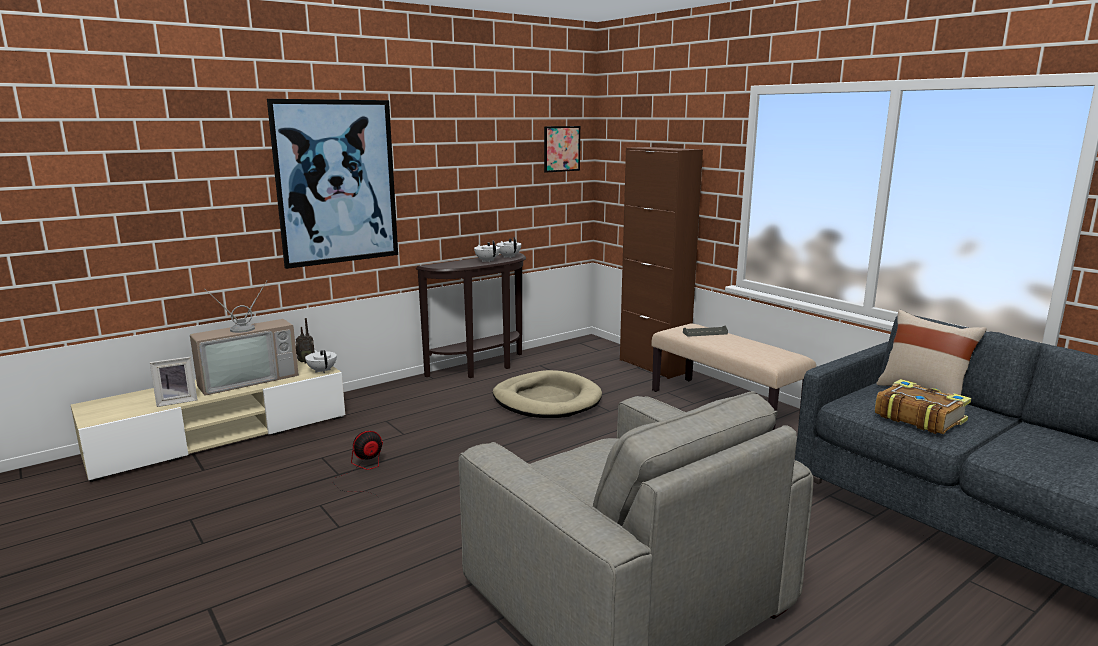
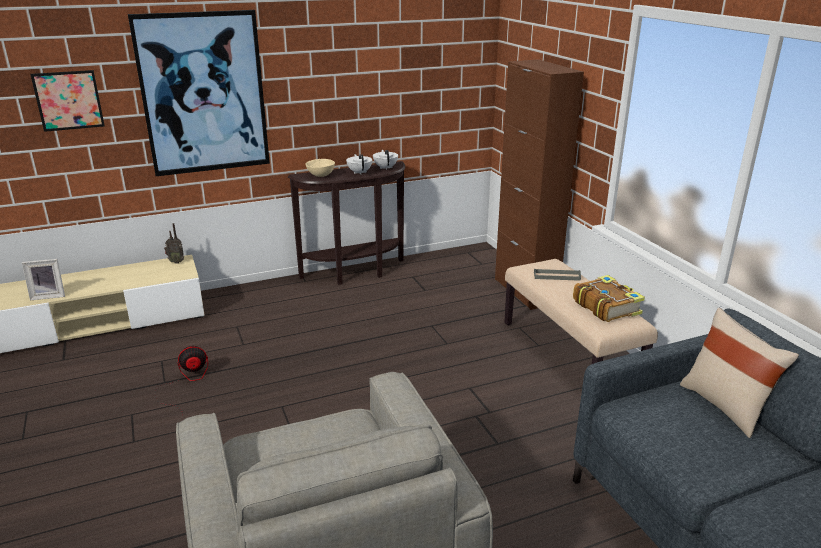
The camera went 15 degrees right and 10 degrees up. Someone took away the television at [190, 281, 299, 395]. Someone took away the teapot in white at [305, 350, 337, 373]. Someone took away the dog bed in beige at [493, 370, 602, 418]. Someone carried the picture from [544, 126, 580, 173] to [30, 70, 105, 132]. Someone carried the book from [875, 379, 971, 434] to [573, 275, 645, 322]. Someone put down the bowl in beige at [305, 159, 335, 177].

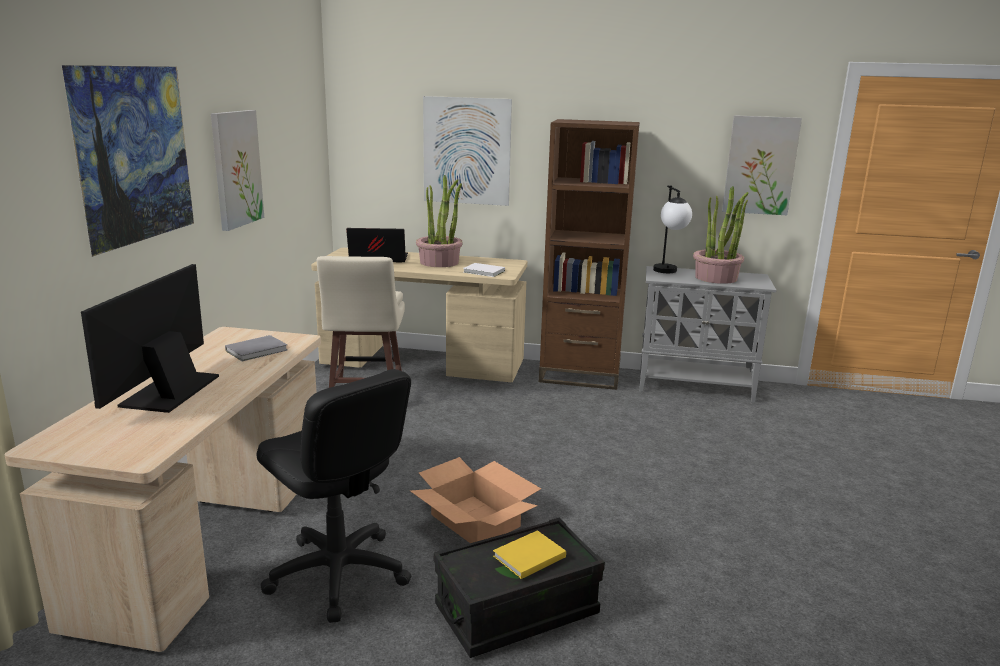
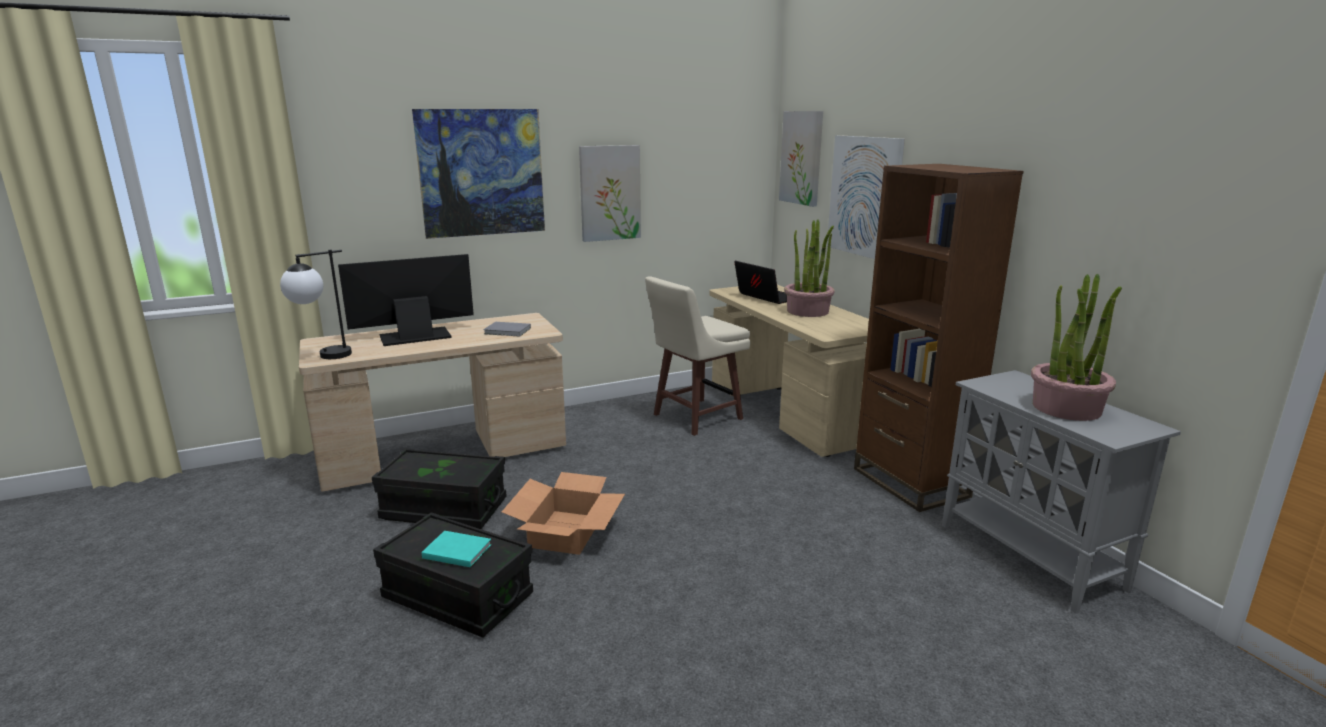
The camera went 55 degrees right and 0 degrees up. Someone swapped the office chair in black at [257, 369, 411, 623] for the storage box in black at [372, 448, 506, 529]. Someone took away the book in white at [463, 263, 505, 277]. Someone repainted the book in yellow at [493, 530, 566, 579], which became the book in turquoise at [421, 531, 492, 567]. Someone carried the table lamp from [653, 185, 692, 273] to [280, 250, 352, 359]. Someone carried the picture from [722, 115, 802, 215] to [779, 111, 823, 207].

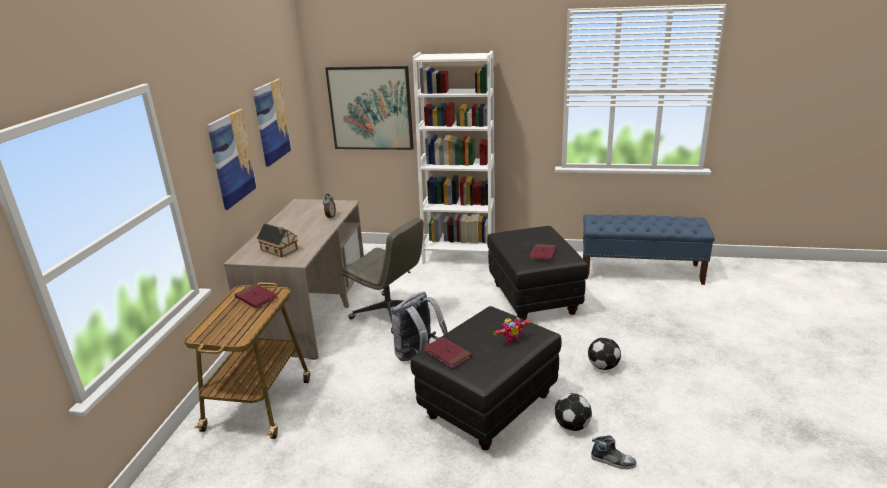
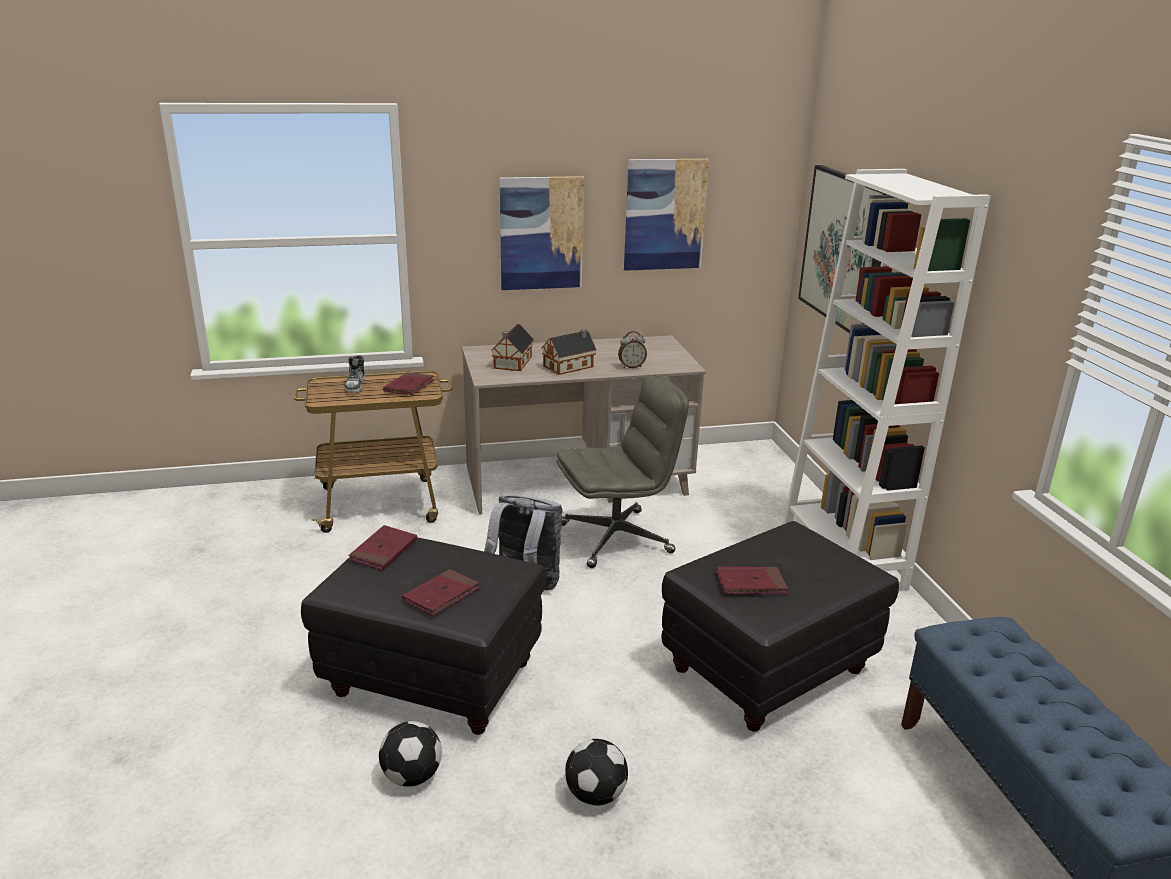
The camera went 65 degrees right and 0 degrees up. Someone rotated the office chair in grey at [342, 218, 424, 334] by 120 degrees counterclockwise. Someone swapped the toy robot at [493, 317, 531, 344] for the book in red at [402, 569, 480, 616]. Someone carried the shoe from [591, 435, 636, 469] to [344, 355, 365, 393]. Someone put down the toy house at [541, 329, 597, 375].

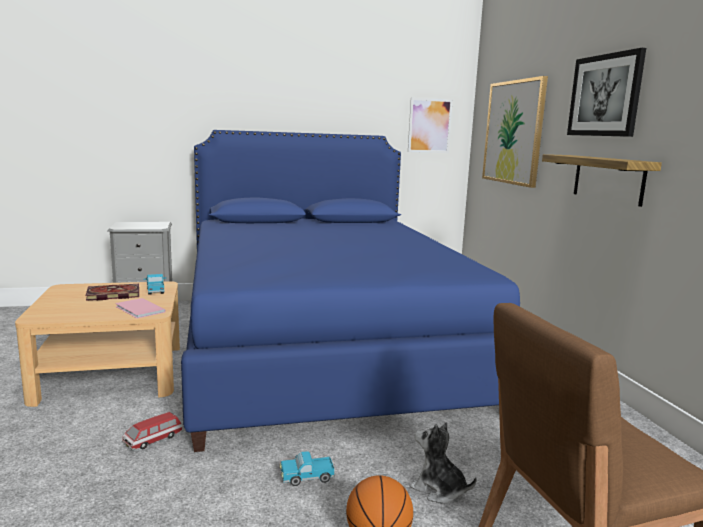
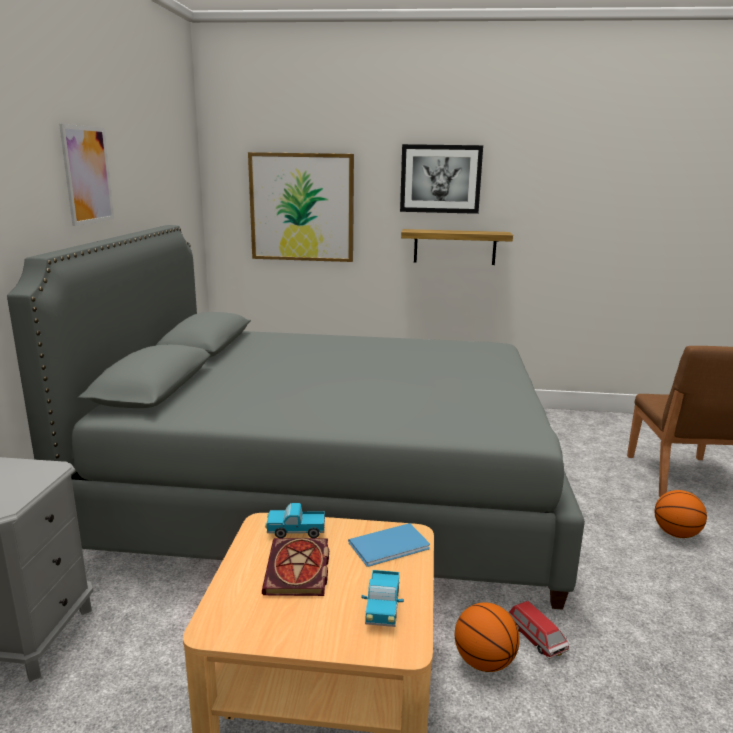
The camera went 70 degrees left and 5 degrees up. Someone repainted the book in pink at [115, 298, 166, 318], which became the book in blue at [348, 523, 430, 567]. Someone repainted the bed in blue at [181, 130, 520, 452], which became the bed in grey at [7, 225, 585, 610]. Someone carried the toy truck from [280, 451, 335, 486] to [361, 570, 404, 627]. Someone carried the picture from [408, 97, 453, 153] to [59, 124, 114, 226]. Someone took away the plush toy at [410, 422, 477, 503]. Someone put down the basketball at [455, 602, 520, 672].

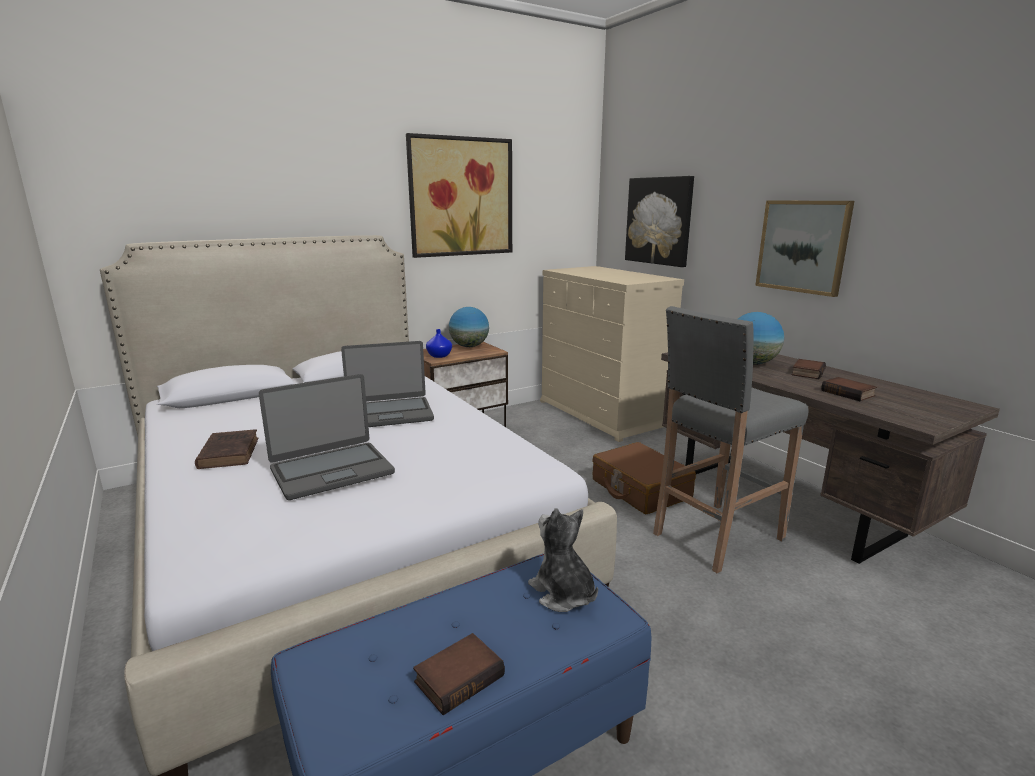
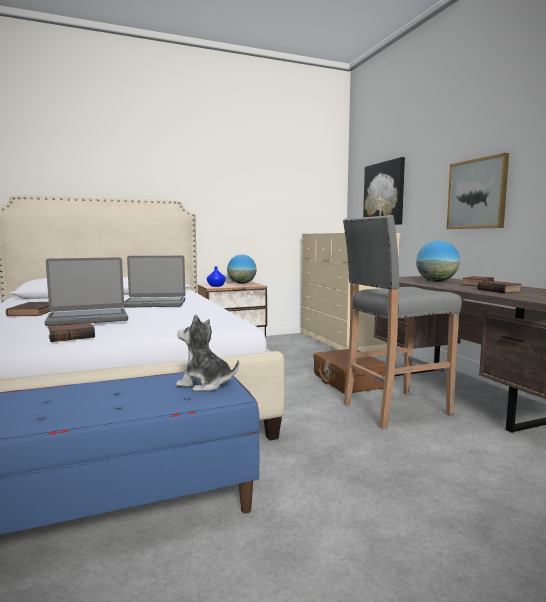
The camera went 10 degrees right and 10 degrees down. Someone took away the picture at [406, 133, 512, 258]. Someone carried the book from [413, 633, 505, 715] to [48, 323, 95, 342]. Someone rotated the plush toy at [528, 508, 598, 612] by 45 degrees counterclockwise.

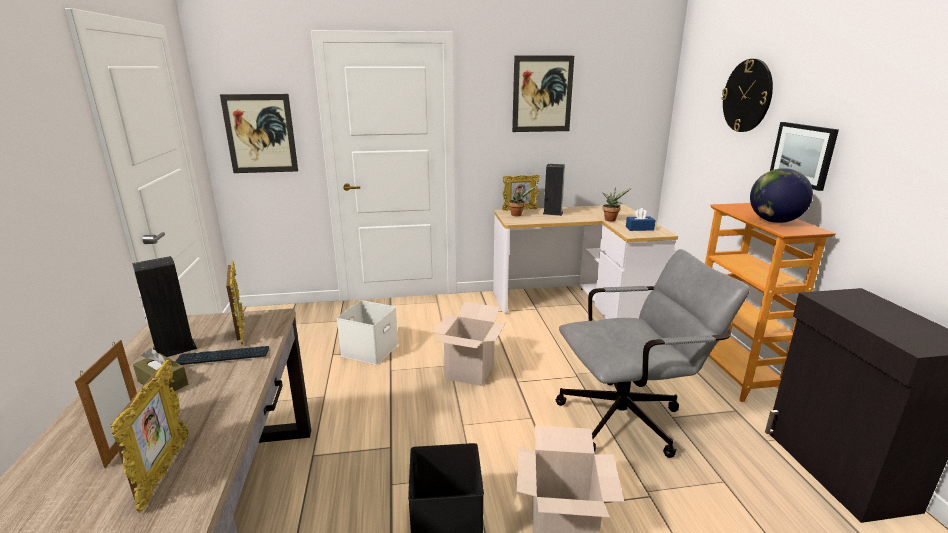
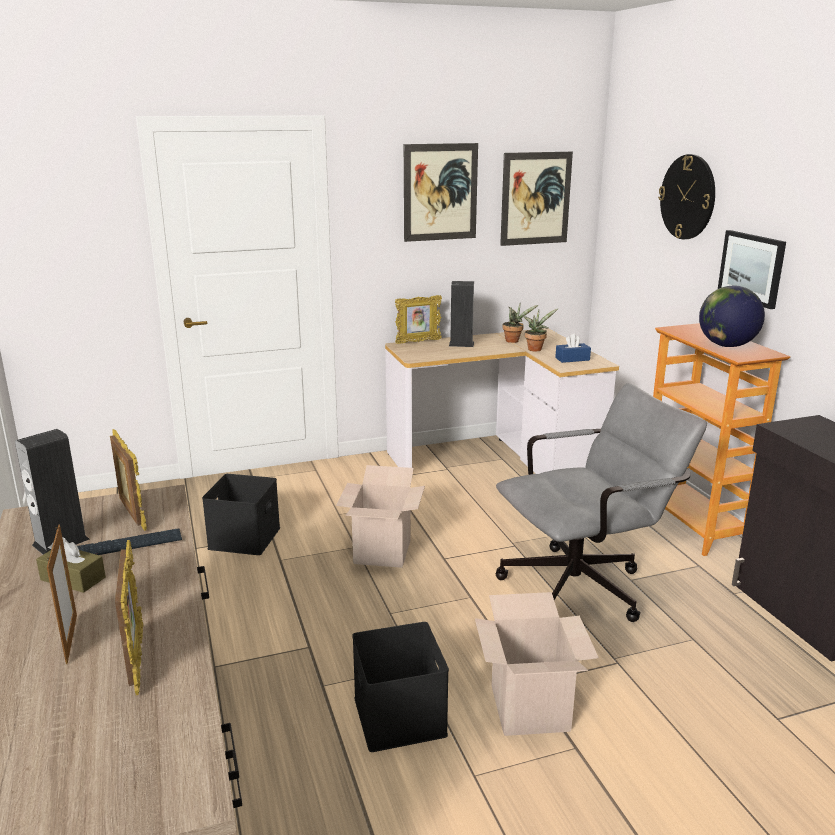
The camera went 10 degrees left and 0 degrees up. Someone carried the picture from [220, 94, 298, 173] to [500, 152, 573, 246]. Someone repainted the storage box in white at [337, 300, 399, 365], which became the storage box in black at [202, 474, 280, 555]. Someone carried the potted plant from [509, 186, 536, 216] to [502, 304, 538, 343].

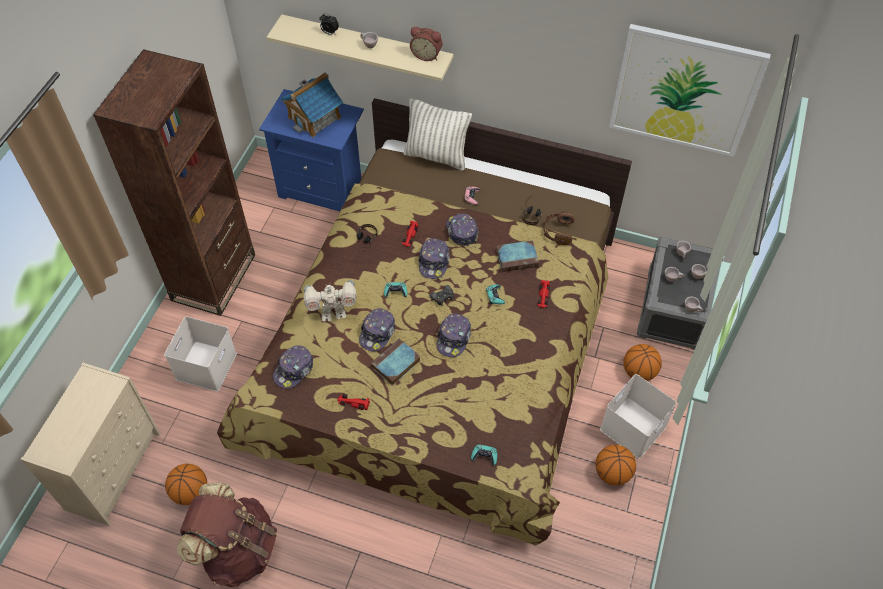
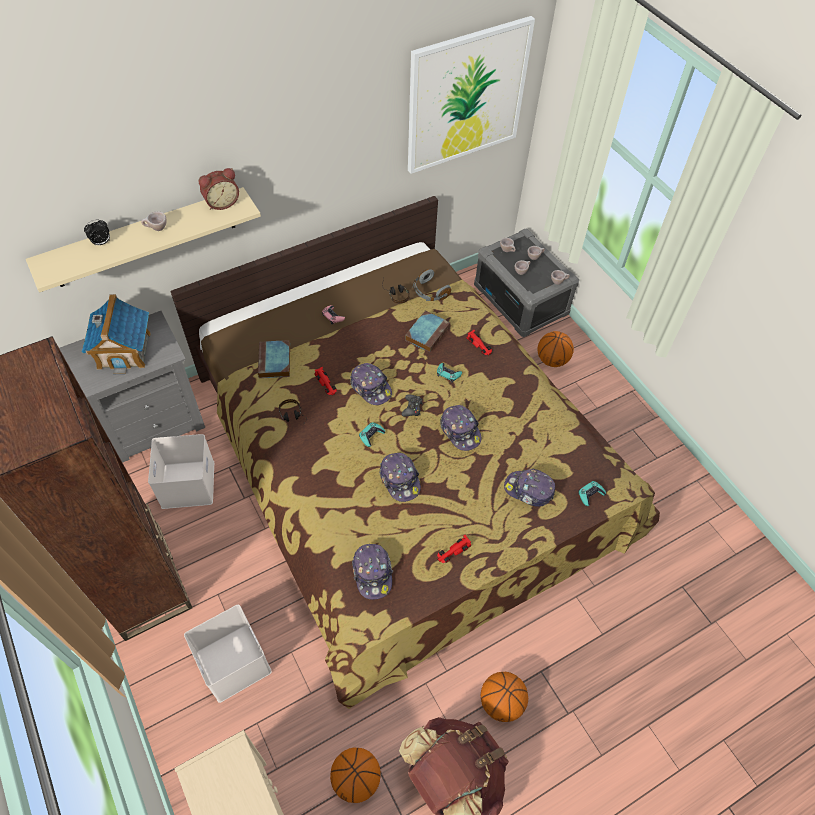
The camera went 50 degrees left and 0 degrees up. Someone repainted the nightstand in blue at [259, 89, 364, 211], which became the nightstand in grey at [59, 311, 205, 463]. Someone took away the toy robot at [304, 280, 356, 322]. Someone carried the book from [370, 339, 420, 385] to [258, 340, 290, 378]. Someone took away the pillow at [403, 98, 472, 171]. Someone carried the cap from [446, 213, 479, 246] to [504, 468, 555, 507]. Someone repainted the headphones in brown at [544, 212, 575, 245], which became the headphones in grey at [413, 269, 451, 301]. Someone carried the basketball from [595, 445, 636, 485] to [481, 672, 528, 722]. Someone carried the storage box in white from [600, 374, 677, 459] to [148, 434, 214, 509].

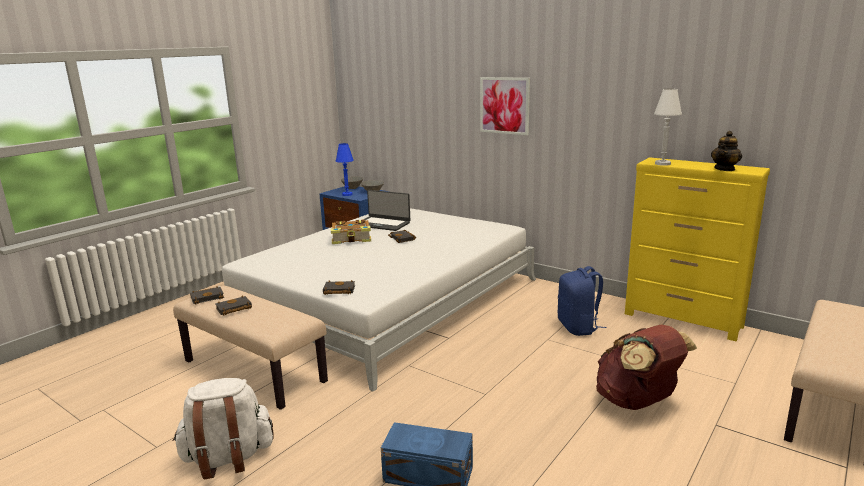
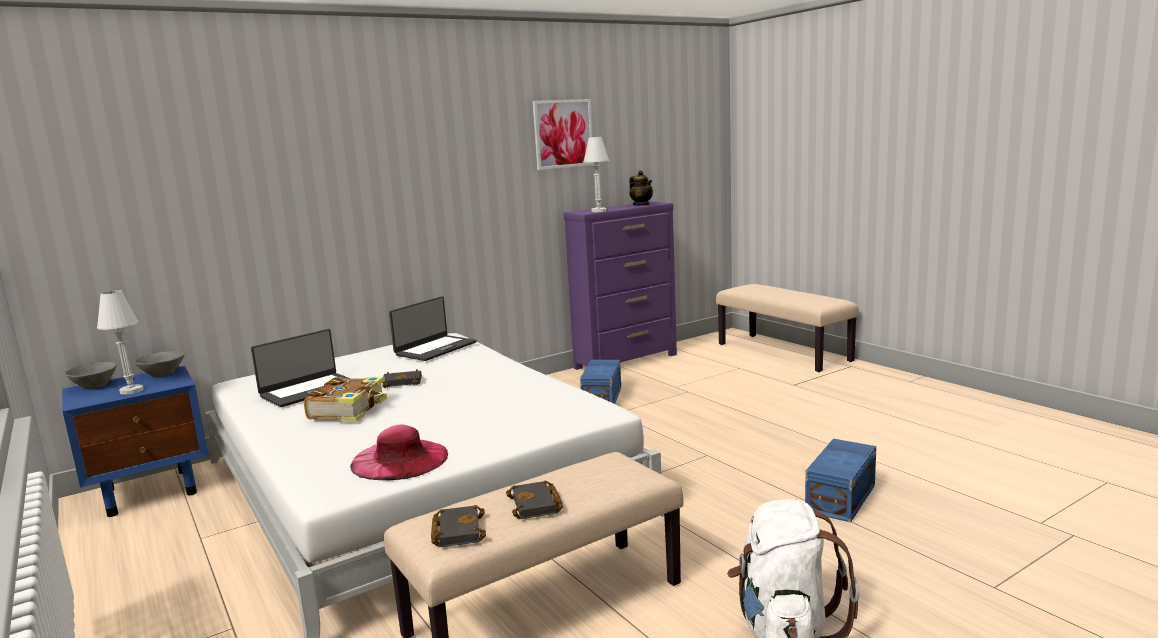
The camera went 70 degrees left and 5 degrees down. Someone took away the book in black at [323, 280, 355, 295]. Someone repainted the table lamp in blue at [336, 143, 354, 196], which became the table lamp in white at [97, 290, 144, 395]. Someone carried the picture from [480, 77, 530, 135] to [532, 99, 594, 170]. Someone swapped the backpack in blue at [558, 266, 606, 336] for the storage box in blue at [580, 360, 621, 404]. Someone took away the backpack in brown at [596, 324, 697, 410]. Someone repainted the dresser in yellow at [625, 157, 770, 341], which became the dresser in purple at [564, 202, 677, 370]. Someone put down the hat in pink at [350, 424, 448, 480]. Someone put down the laptop at [389, 296, 477, 361].

